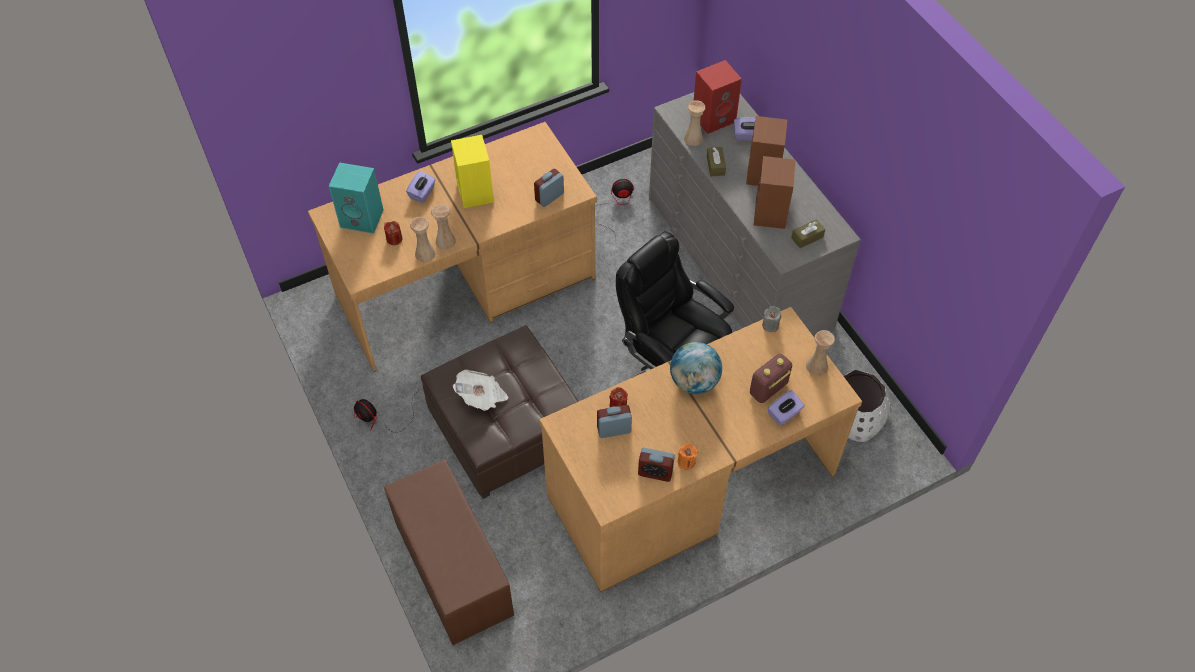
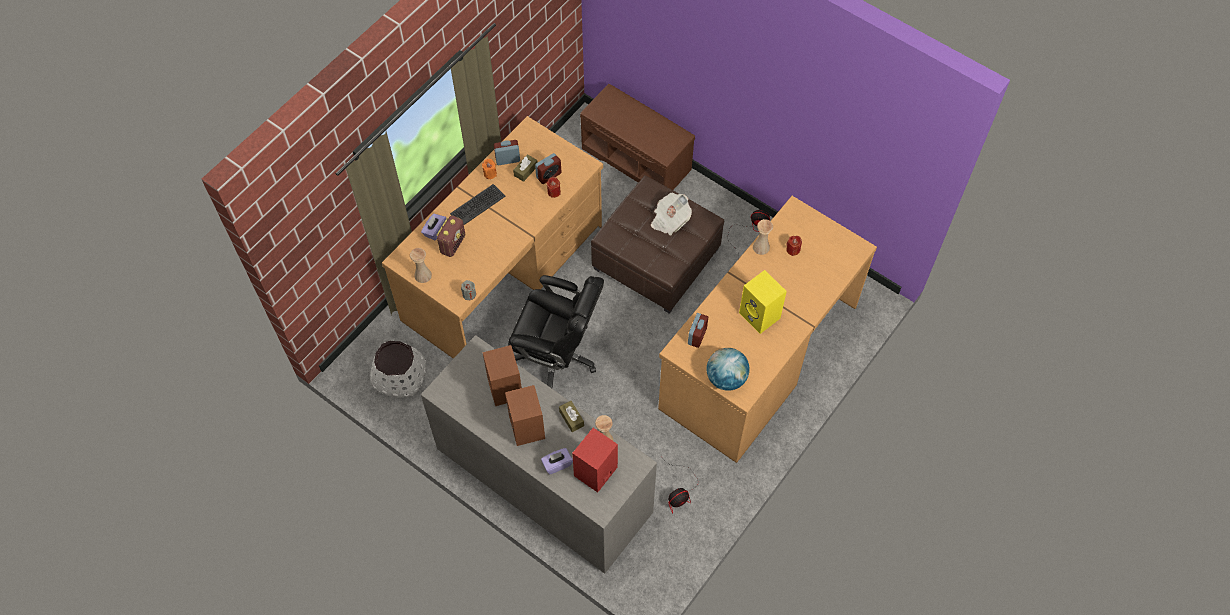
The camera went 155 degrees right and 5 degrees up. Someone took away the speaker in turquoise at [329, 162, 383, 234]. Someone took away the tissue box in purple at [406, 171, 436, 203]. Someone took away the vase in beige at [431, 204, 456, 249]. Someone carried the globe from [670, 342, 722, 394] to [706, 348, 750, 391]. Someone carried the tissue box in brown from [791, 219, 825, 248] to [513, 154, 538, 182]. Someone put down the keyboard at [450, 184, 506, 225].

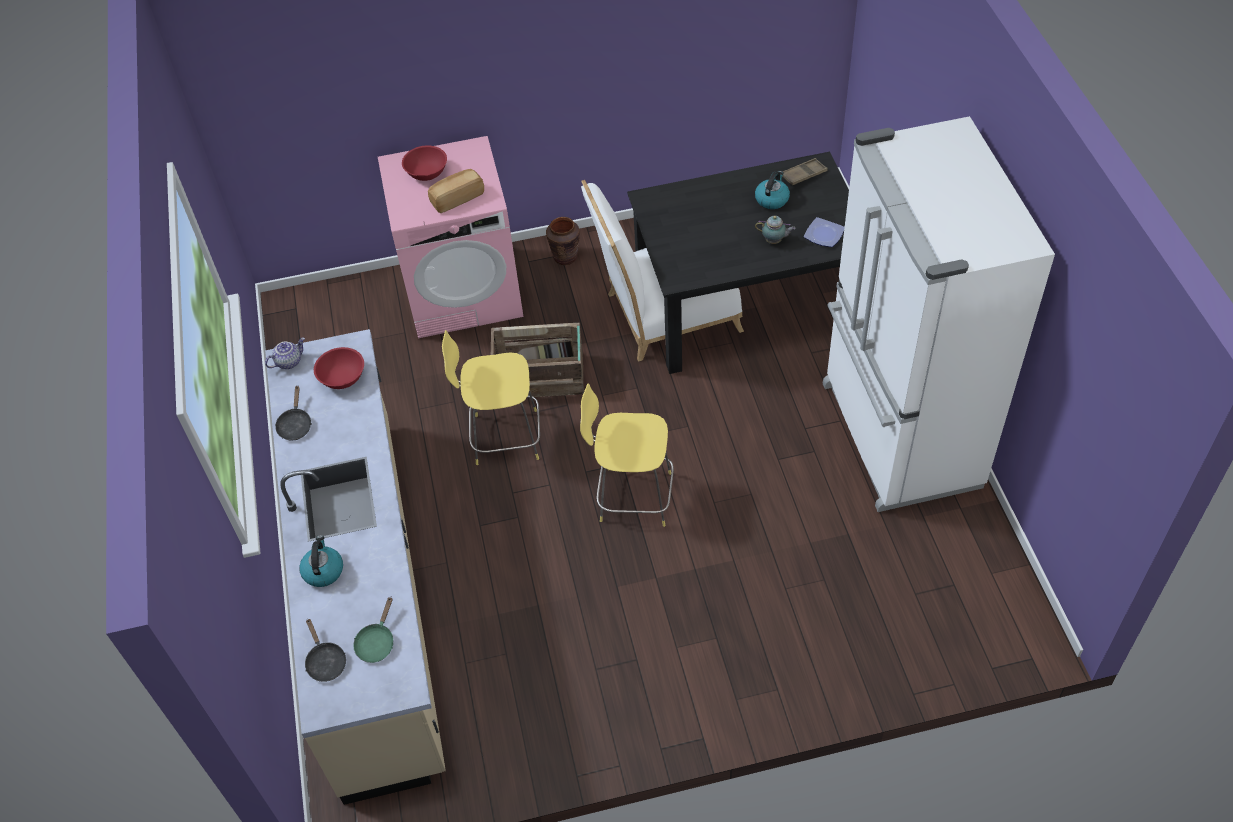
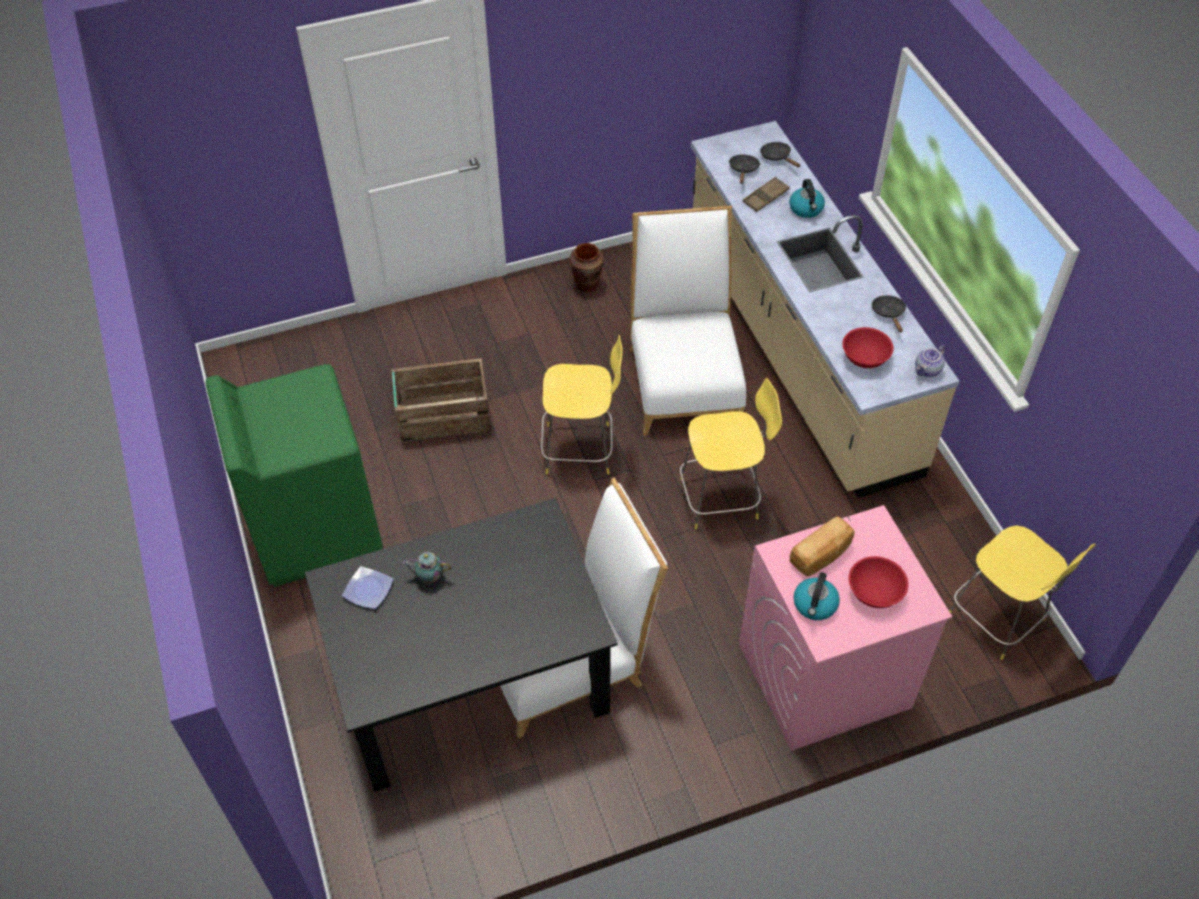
The camera went 170 degrees right and 0 degrees up. Someone repainted the frying pan in green at [353, 596, 393, 663], which became the frying pan in black at [729, 154, 760, 184]. Someone carried the crate from [491, 322, 584, 398] to [392, 358, 491, 442]. Someone carried the vase in brown from [546, 217, 580, 265] to [569, 243, 604, 292]. Someone carried the kettle from [755, 171, 790, 209] to [794, 572, 840, 620]. Someone carried the tray in brown from [782, 158, 828, 185] to [743, 177, 790, 212]. Someone swapped the fridge in white at [823, 116, 1055, 512] for the washing machine in green at [206, 364, 383, 587]. Someone put down the chair in white at [630, 206, 746, 435]. Someone put down the stool in yellow at [949, 525, 1096, 660].

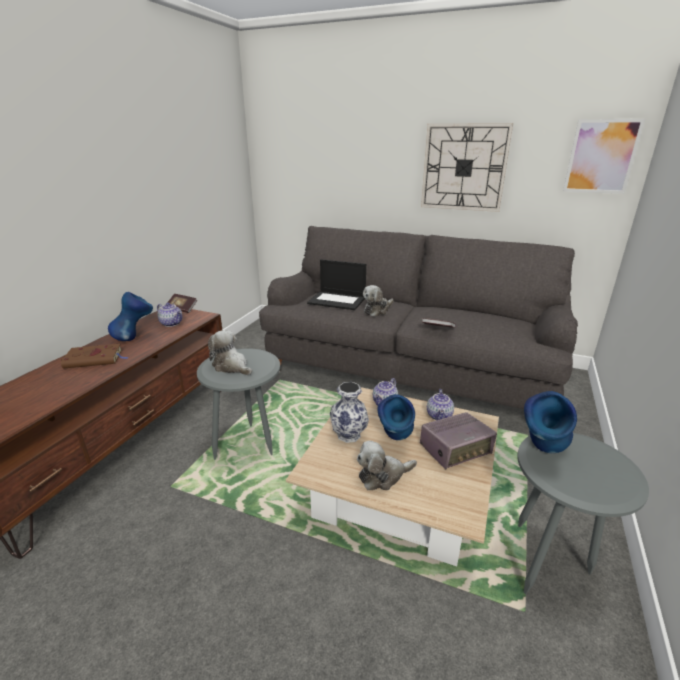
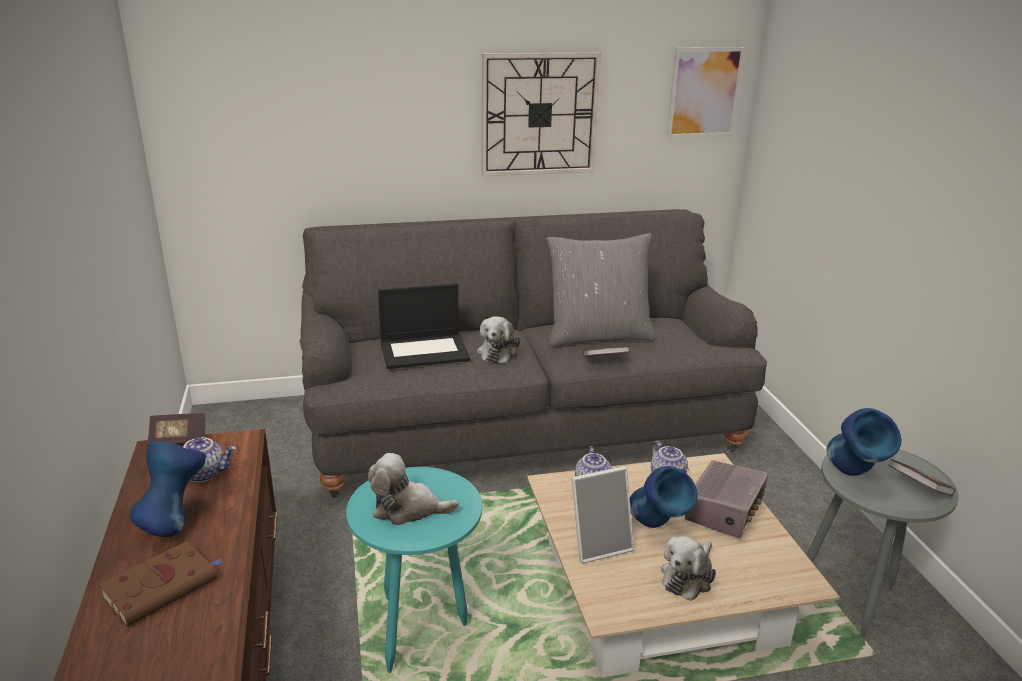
The camera went 35 degrees left and 0 degrees up. Someone repainted the side table in grey at [197, 348, 280, 460], which became the side table in turquoise at [346, 467, 482, 673]. Someone swapped the vase at [330, 382, 369, 443] for the picture frame at [571, 466, 634, 564]. Someone put down the pillow in grey at [547, 233, 655, 346]. Someone put down the book at [888, 459, 956, 496].

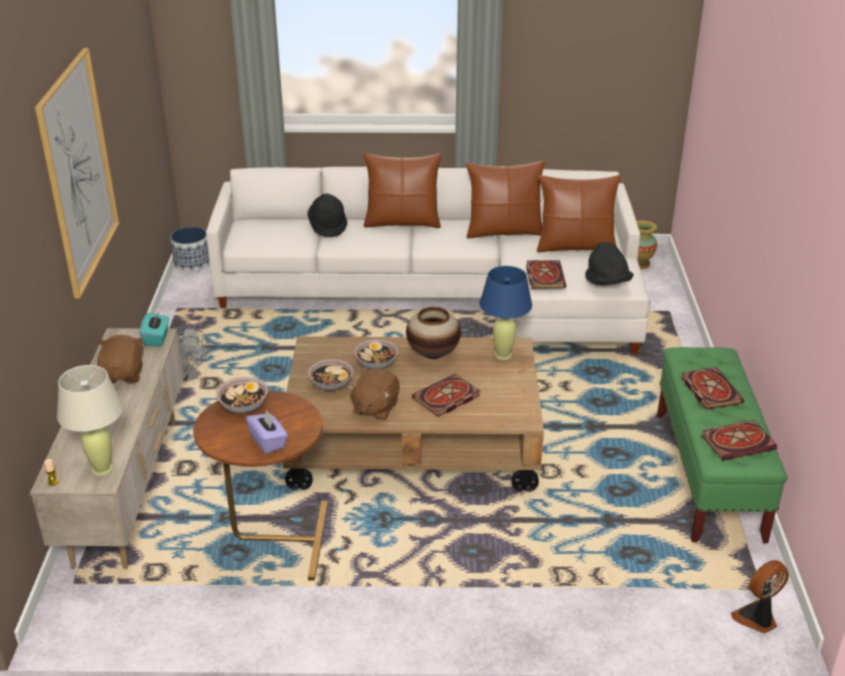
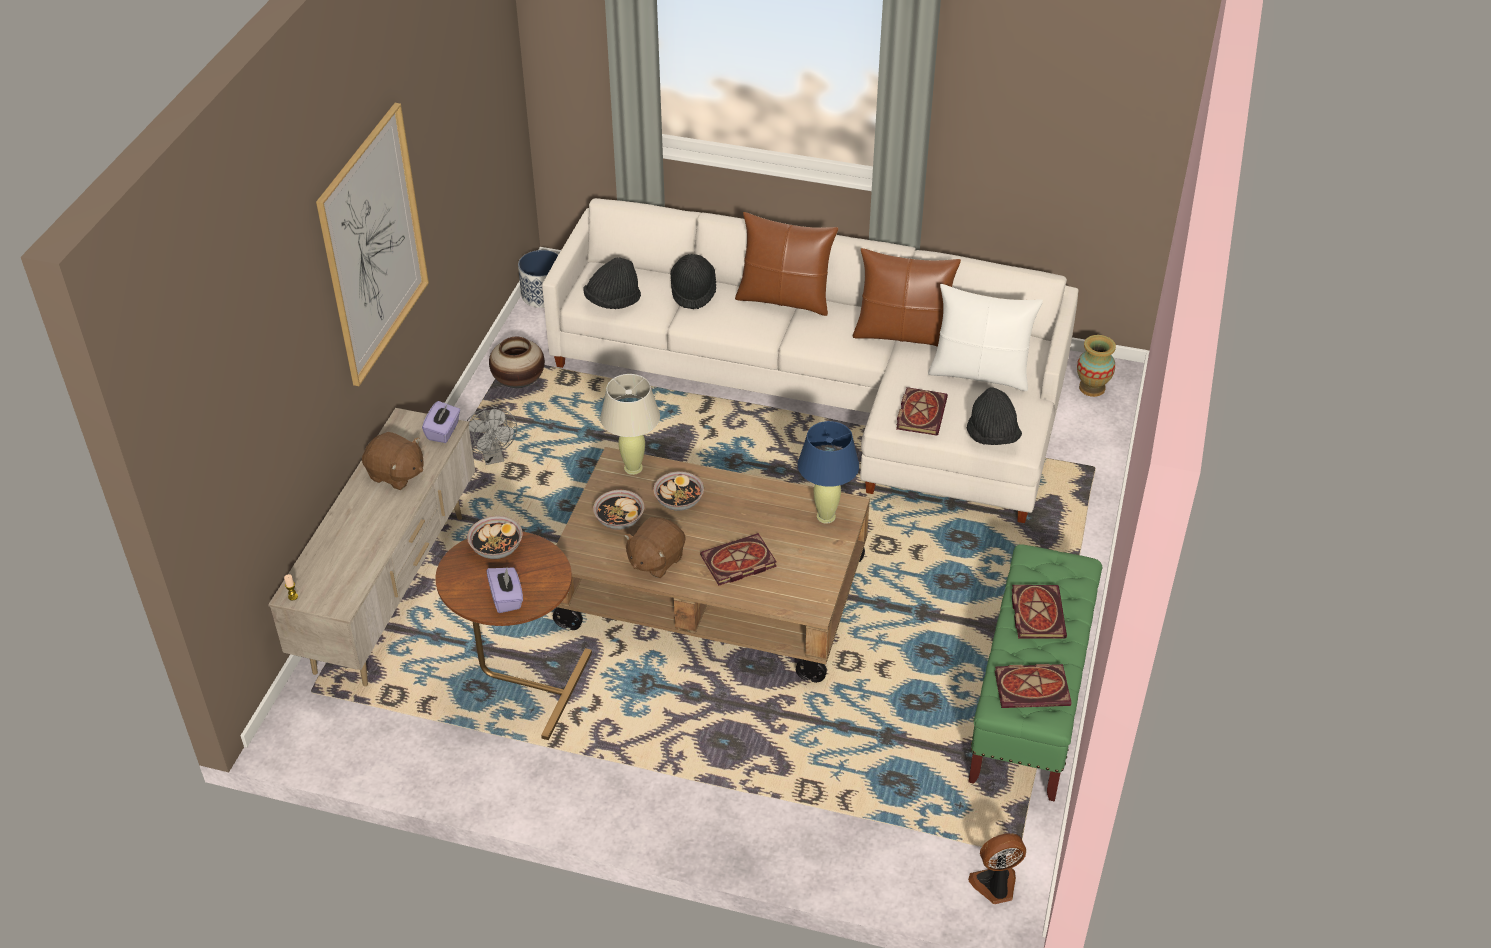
The camera went 15 degrees right and 10 degrees up. Someone carried the table lamp in beige from [57, 365, 123, 476] to [600, 374, 660, 475]. Someone rotated the plush toy in brown at [97, 335, 144, 383] by 105 degrees clockwise. Someone repainted the tissue box in turquoise at [140, 312, 169, 346], which became the tissue box in purple at [422, 401, 460, 443]. Someone carried the vase from [406, 307, 461, 359] to [489, 337, 545, 388]. Someone repainted the pillow in brown at [537, 175, 621, 252], which became the pillow in white at [928, 284, 1043, 391]. Someone put down the hat in black at [583, 257, 641, 309].

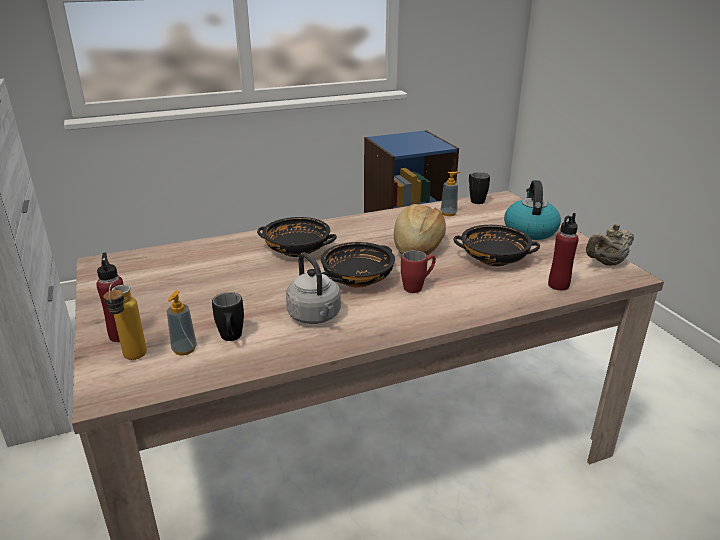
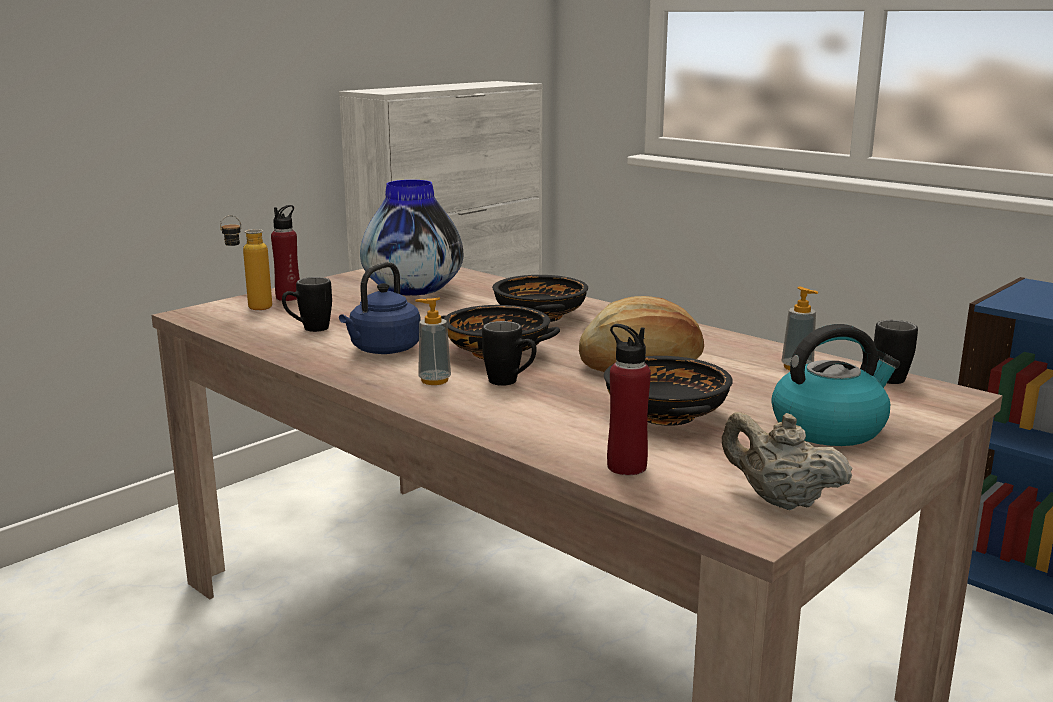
The camera went 65 degrees right and 10 degrees down. Someone carried the soap dispenser from [167, 290, 197, 355] to [415, 297, 451, 385]. Someone repainted the kettle in grey at [286, 253, 341, 324], which became the kettle in blue at [339, 262, 421, 354]. Someone repainted the mug in red at [401, 250, 436, 293], which became the mug in black at [482, 321, 537, 386]. Someone put down the vase at [360, 180, 464, 296].

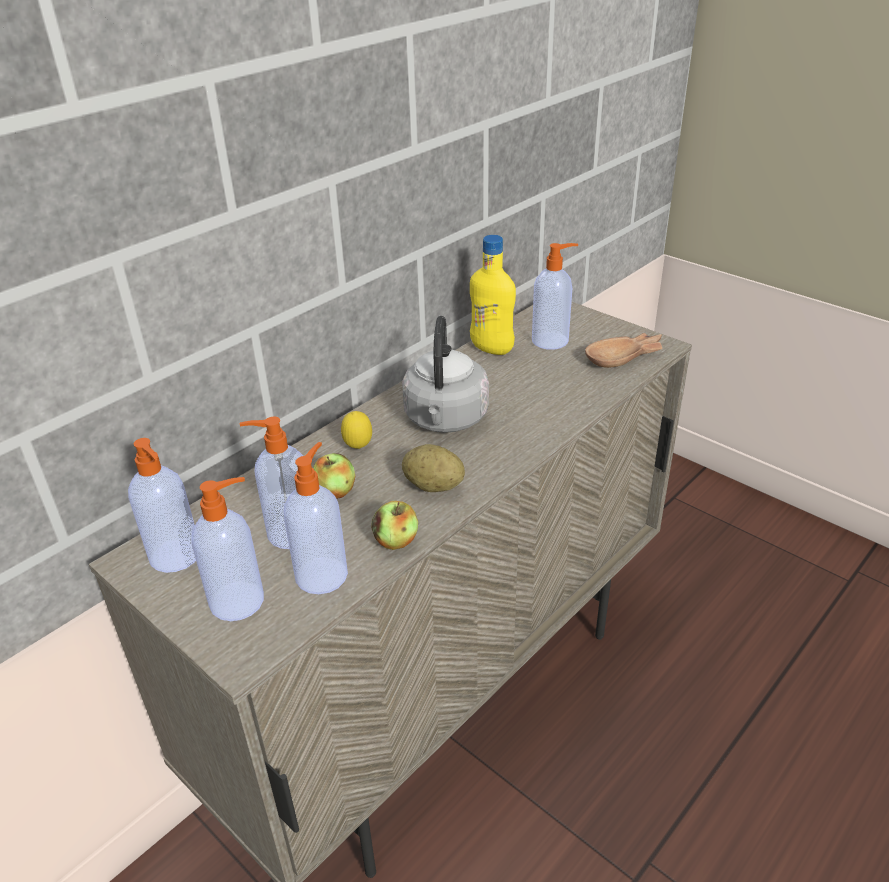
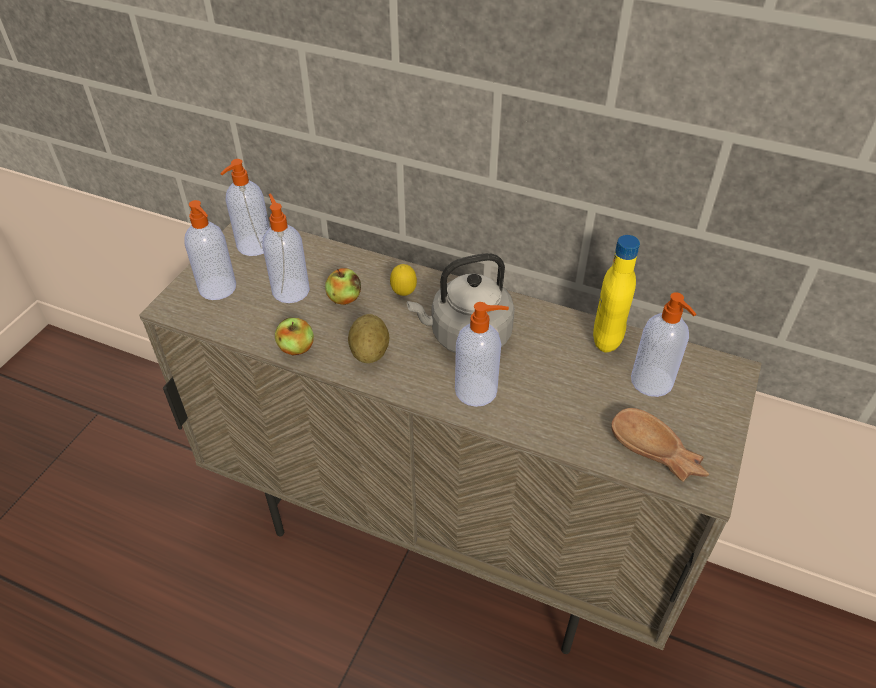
The camera went 70 degrees right and 10 degrees up. Someone carried the soap dispenser from [283, 442, 348, 594] to [455, 302, 509, 407].

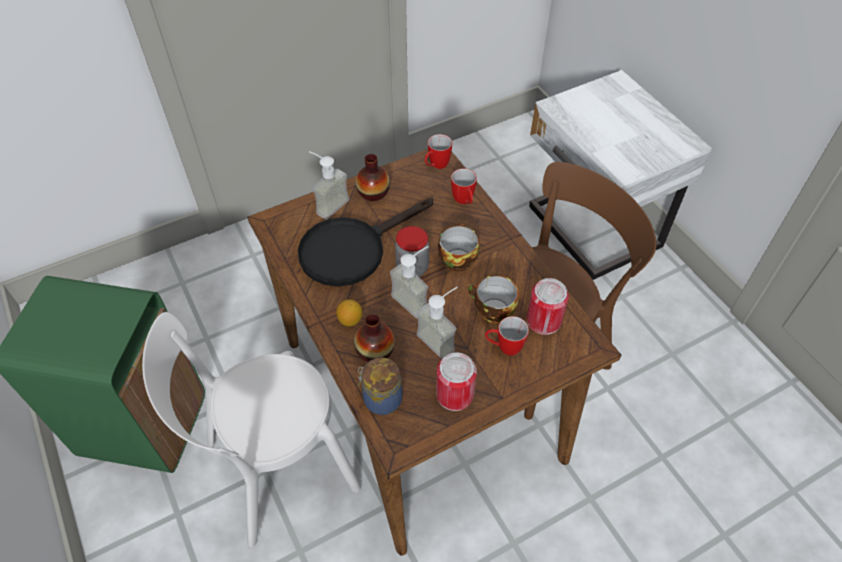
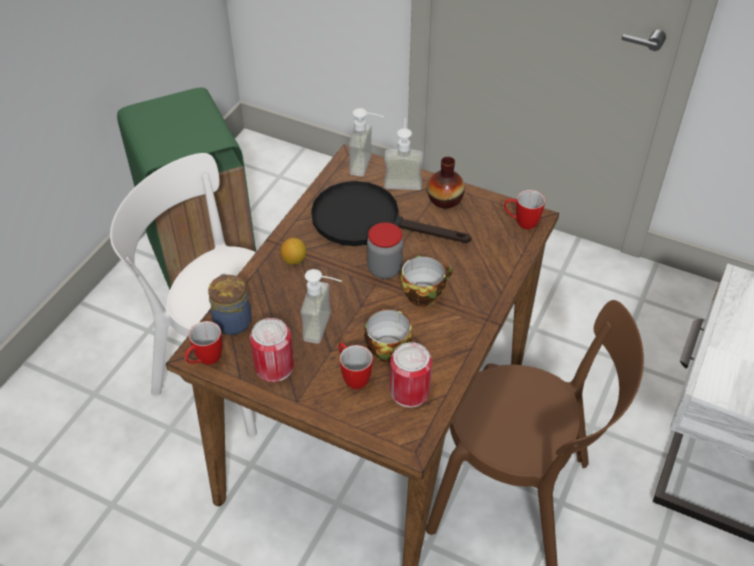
The camera went 55 degrees right and 5 degrees down. Someone took away the vase at [354, 314, 395, 362]. Someone carried the soap dispenser from [390, 246, 429, 318] to [349, 108, 384, 176]. Someone carried the mug from [451, 168, 477, 204] to [185, 321, 222, 365].

